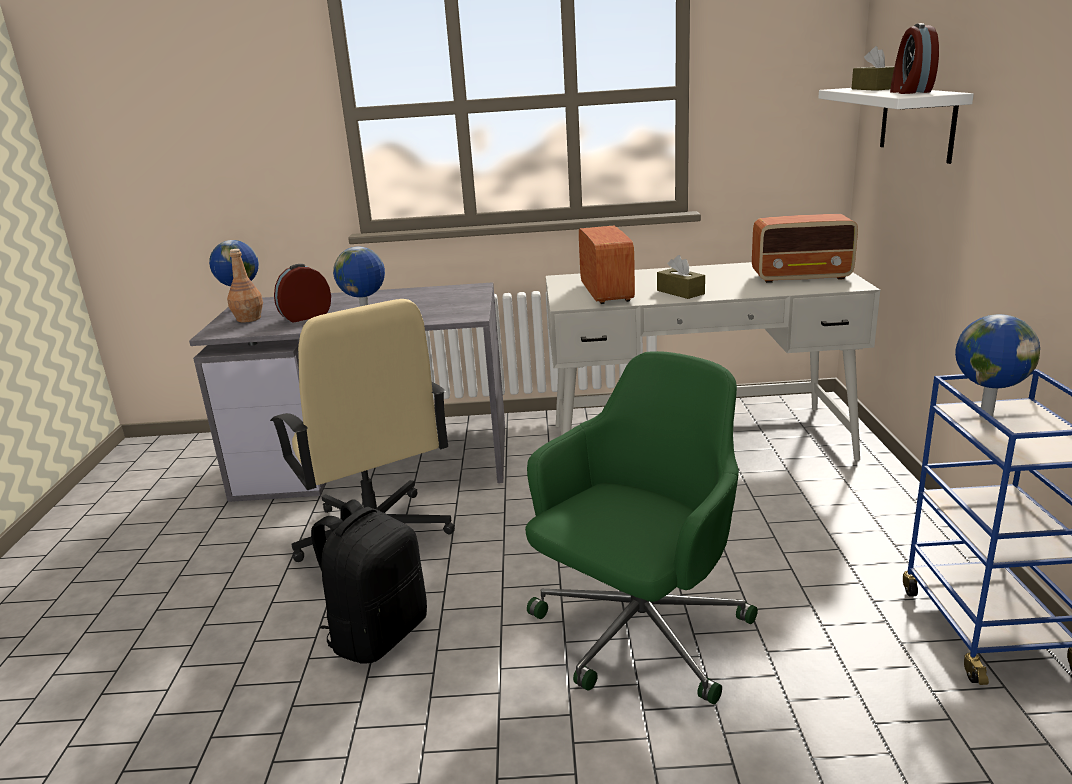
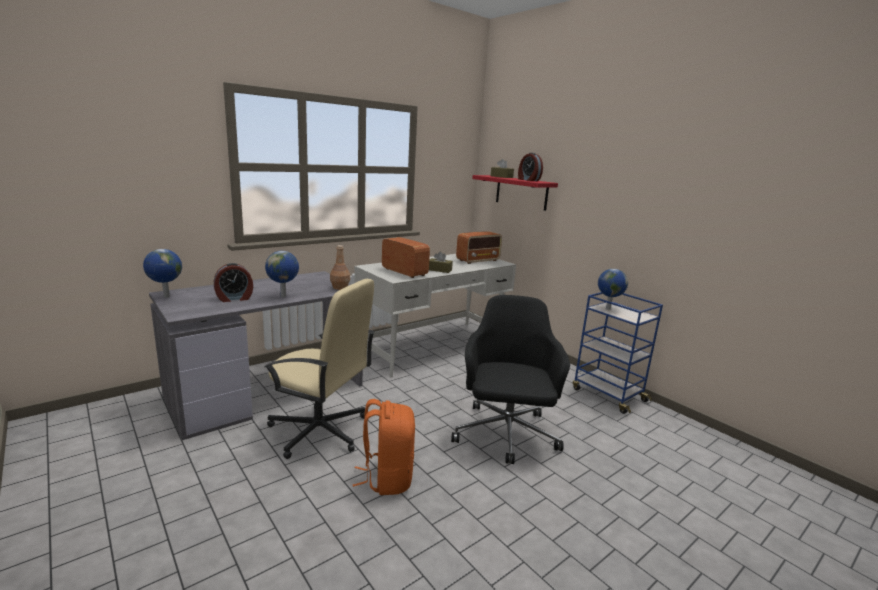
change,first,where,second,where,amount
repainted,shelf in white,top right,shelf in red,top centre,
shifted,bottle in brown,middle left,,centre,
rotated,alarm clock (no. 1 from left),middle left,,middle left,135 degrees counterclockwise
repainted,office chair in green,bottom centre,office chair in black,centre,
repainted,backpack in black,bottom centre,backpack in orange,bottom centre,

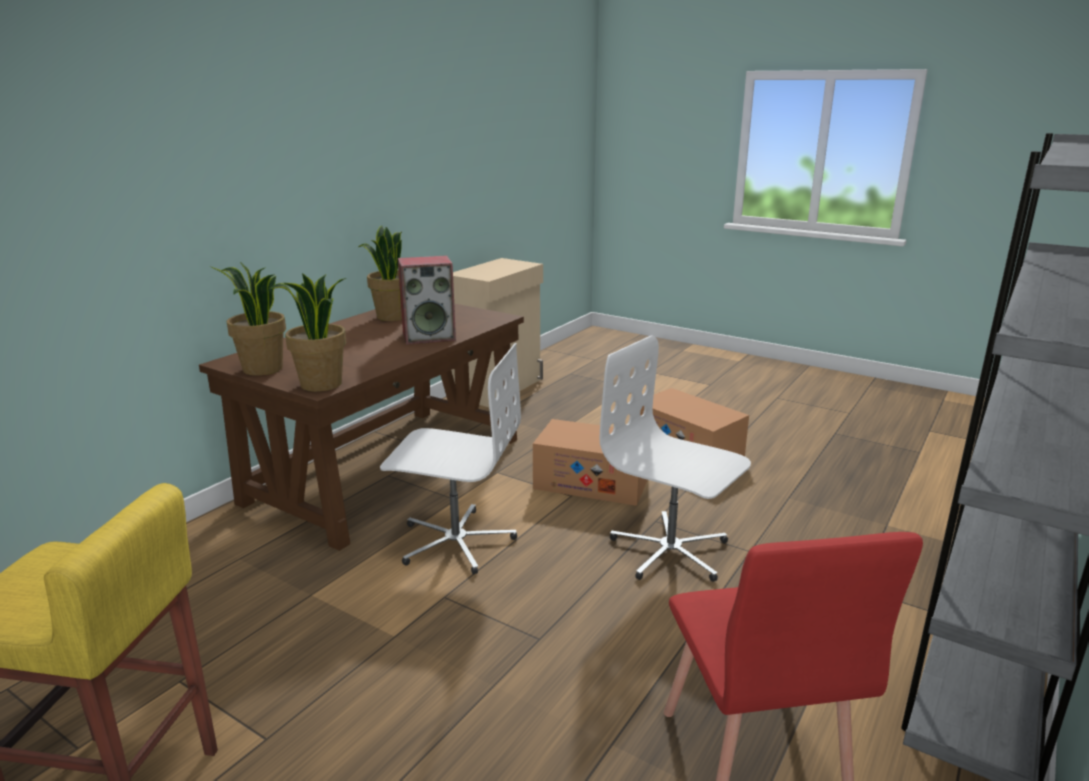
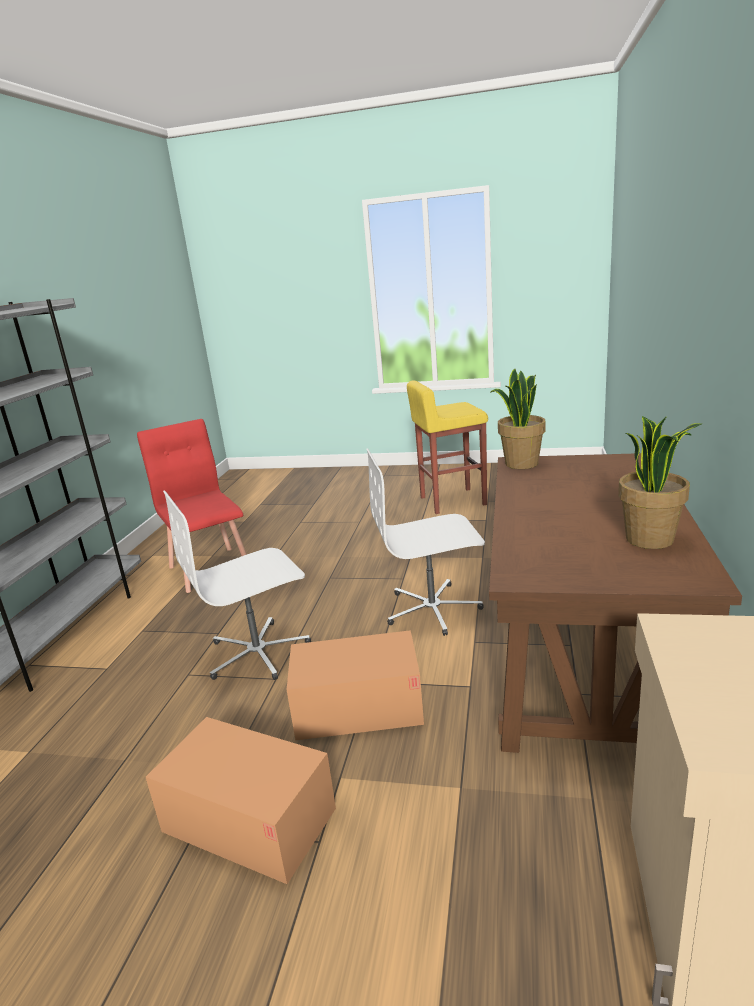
change,first,where,second,where,amount
gone,speaker,centre,,,
gone,potted plant (no. 1 from left),middle left,,,
rotated,office chair in white (no. 2 from left in the first image),centre,office chair in white (no. 1 from left),middle left,135 degrees clockwise

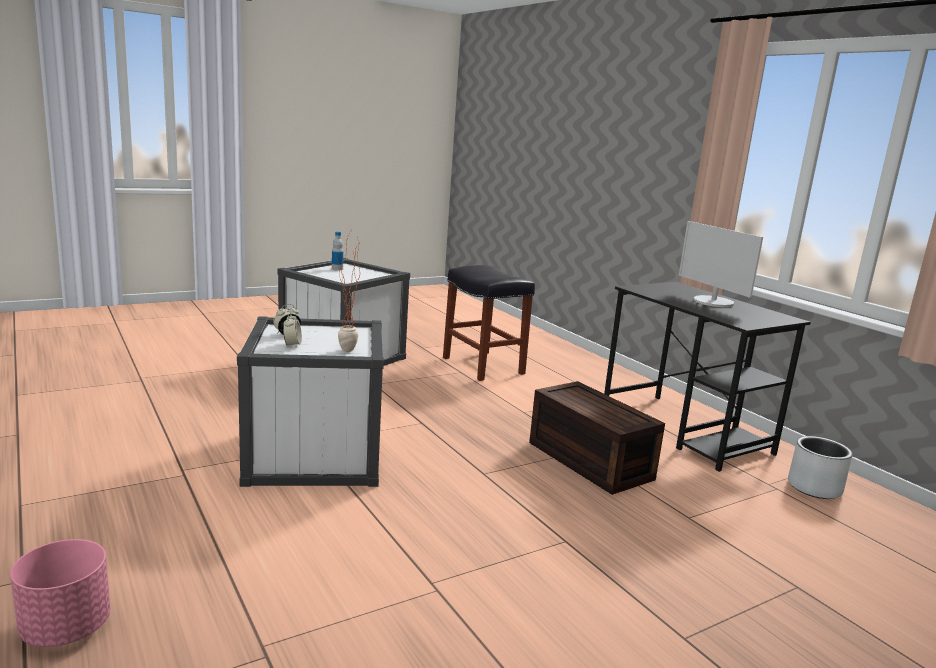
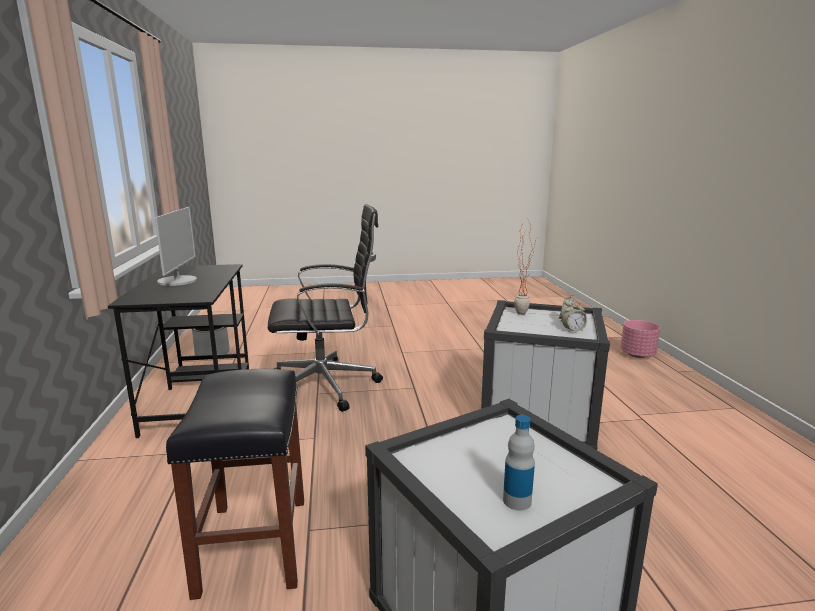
change,first,where,second,where,amount
swapped,storage box in brown,centre,office chair in black,centre,

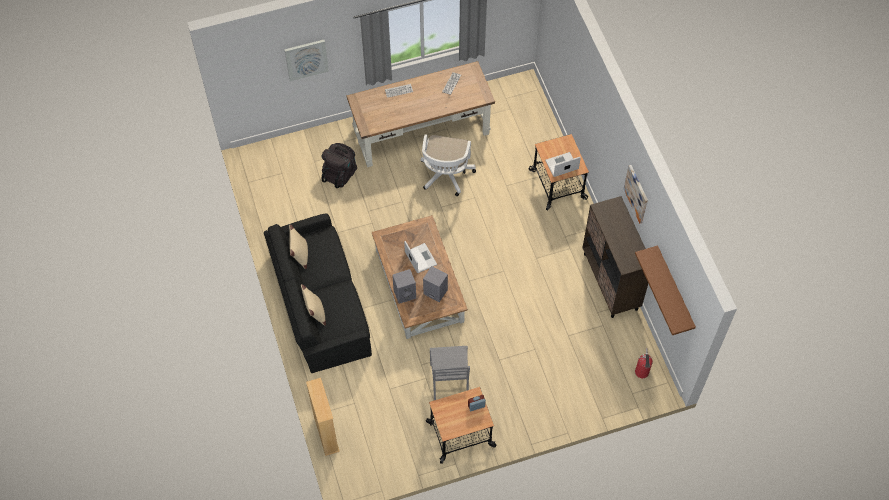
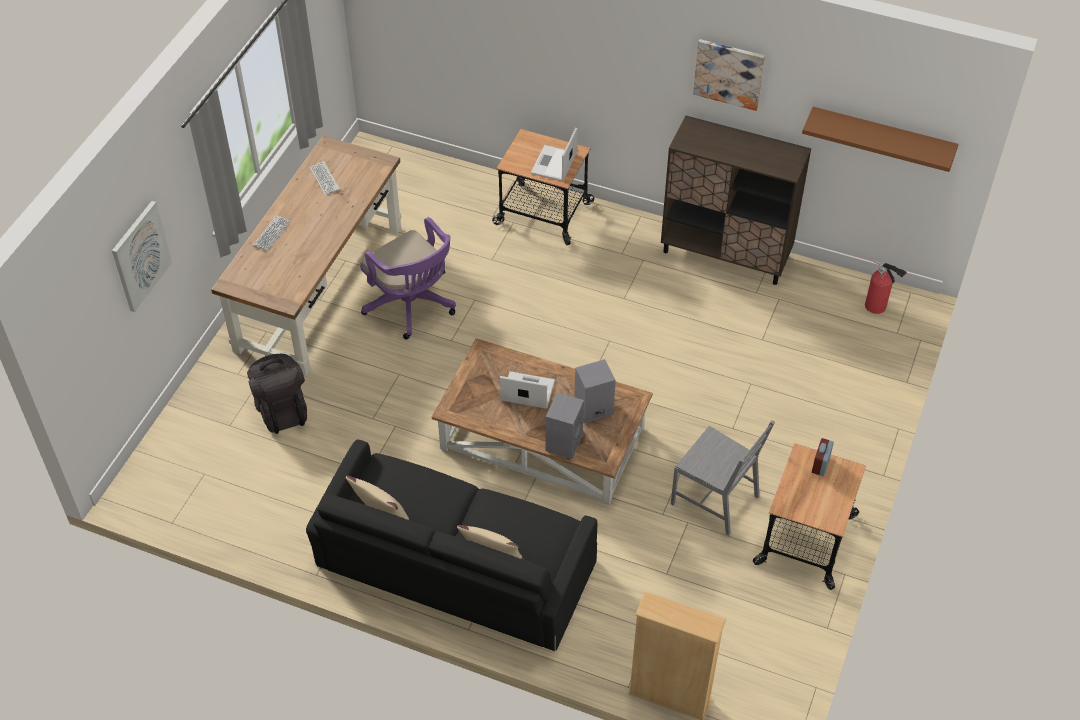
change,first,where,second,where,amount
repainted,office chair in white,top centre,office chair in purple,centre,

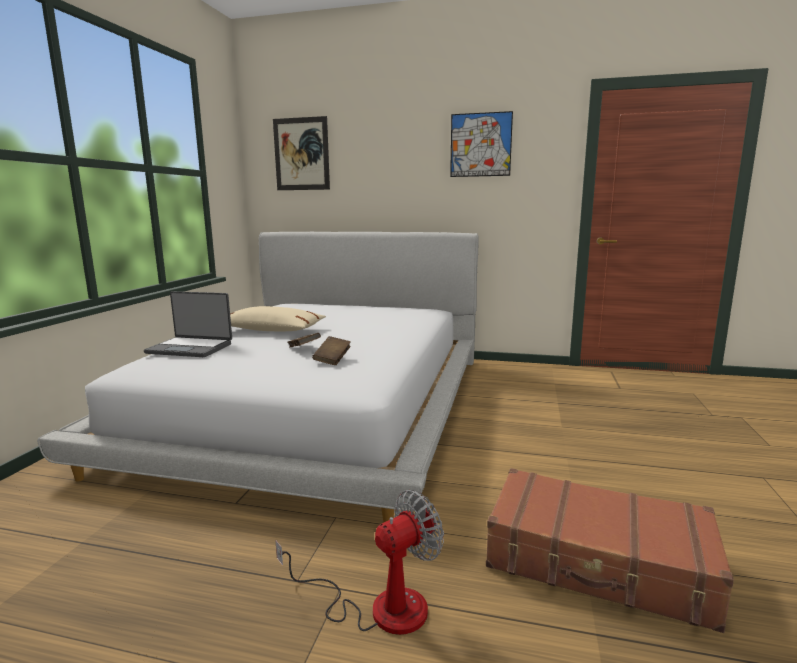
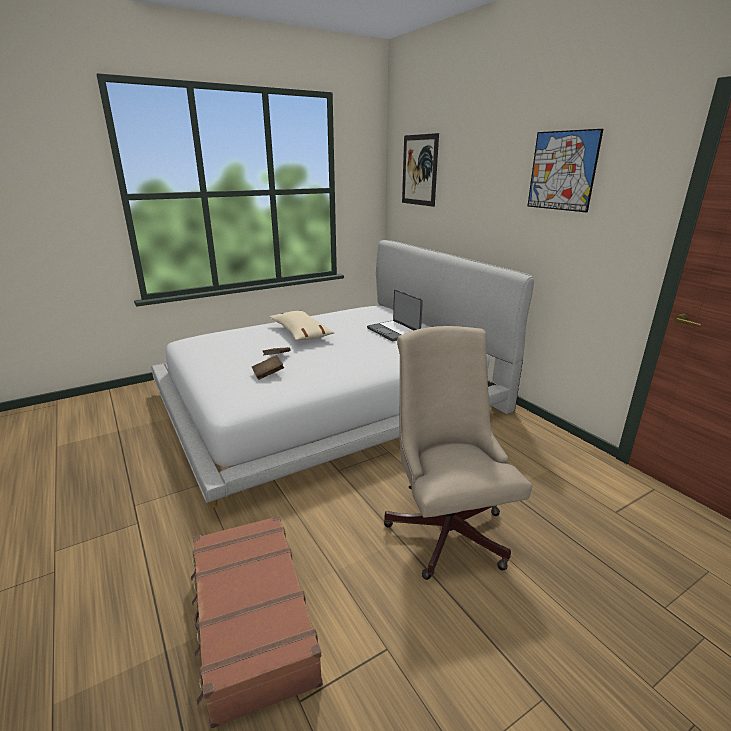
change,first,where,second,where,amount
shifted,laptop,middle left,,centre,
gone,fan,bottom centre,,,
new,,,office chair in beige,centre,

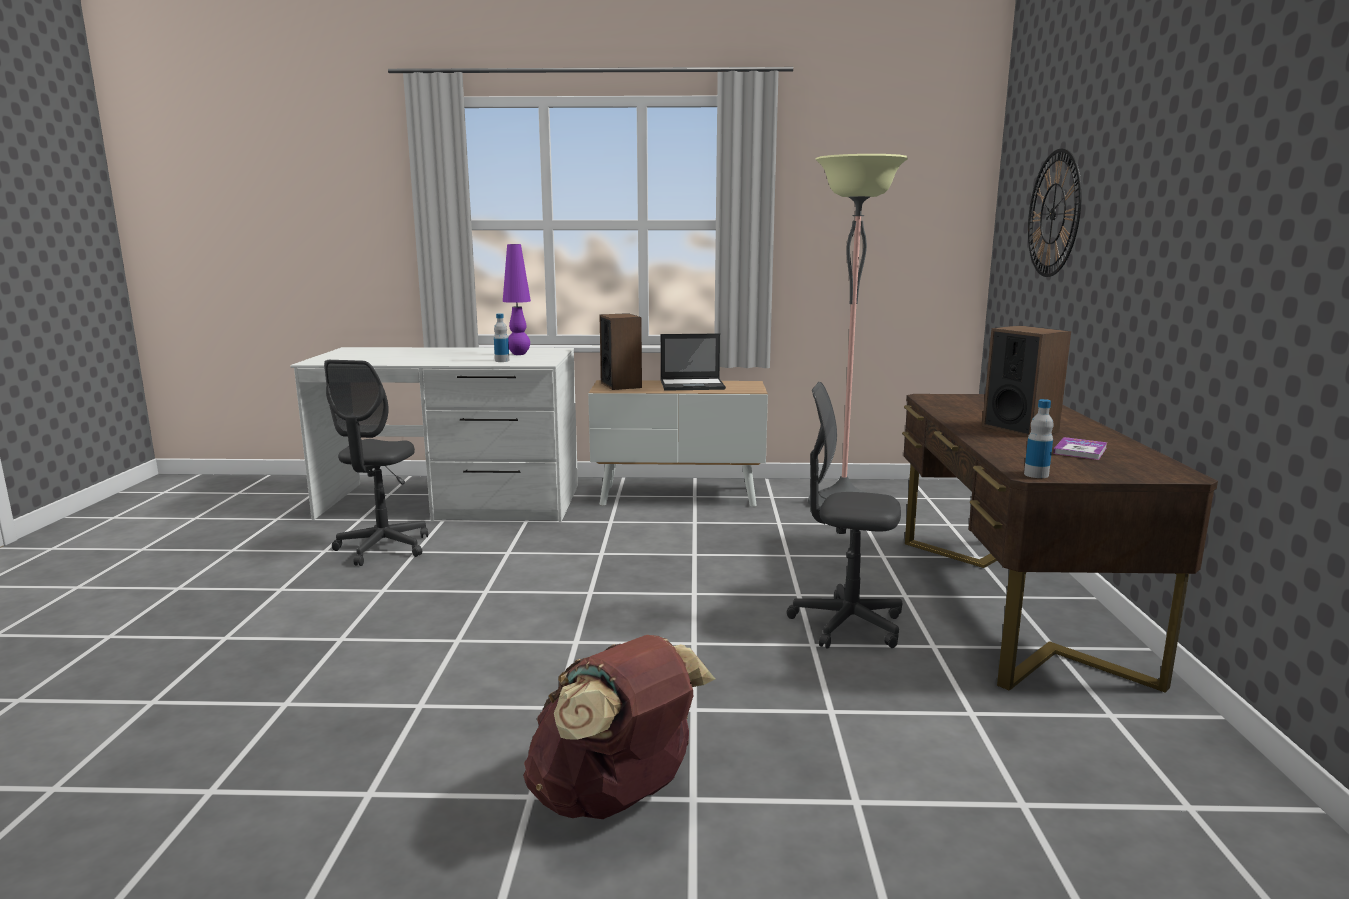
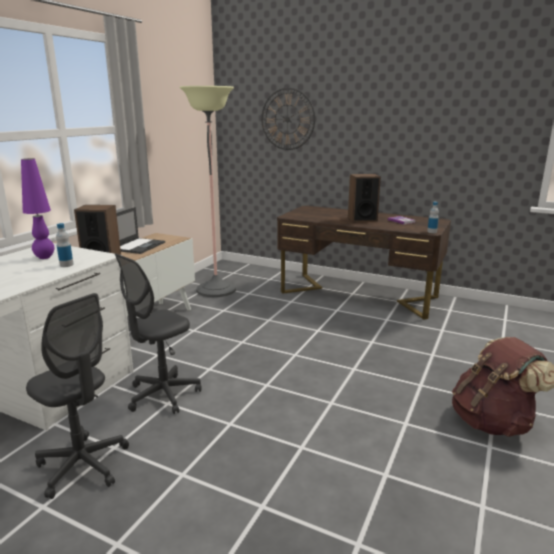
change,first,where,second,where,amount
shifted,office chair in grey (no. 2 from left),centre,,middle left,

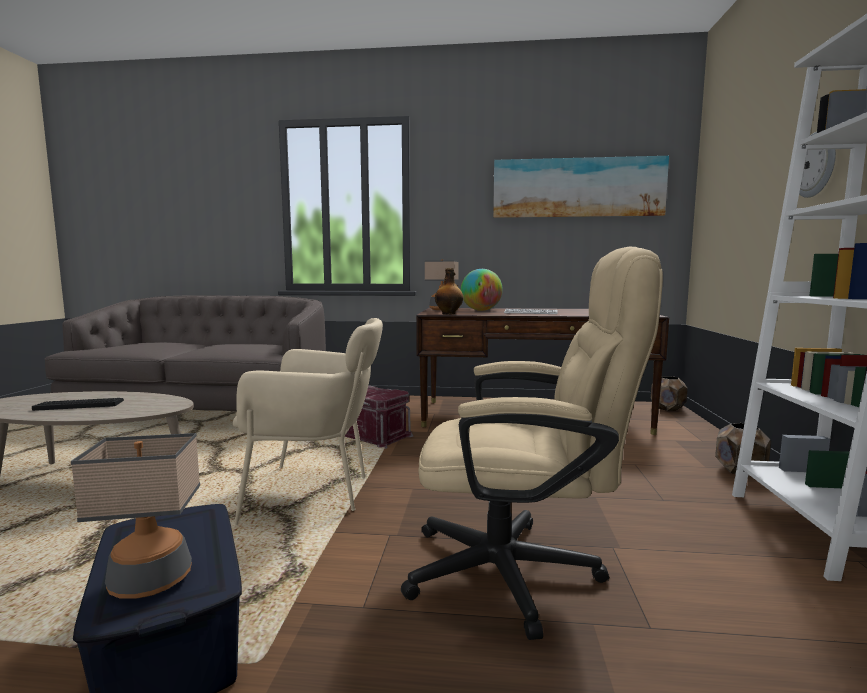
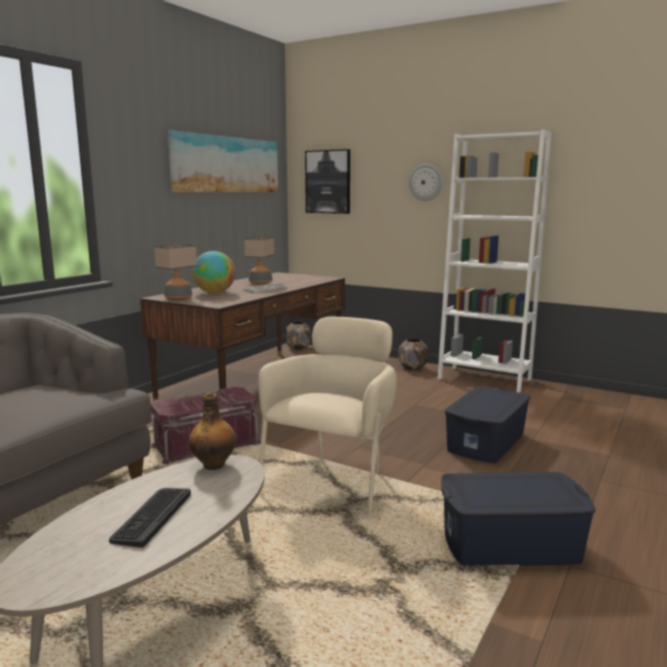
change,first,where,second,where,amount
swapped,office chair in beige,centre,storage box in blue (no. 1 from left),middle right,
shifted,bottle,centre,,middle left,
shifted,table lamp (no. 1 from left in the first image),bottom left,table lamp (no. 2 from left),centre,
new,,,picture (no. 2 from left),top centre,

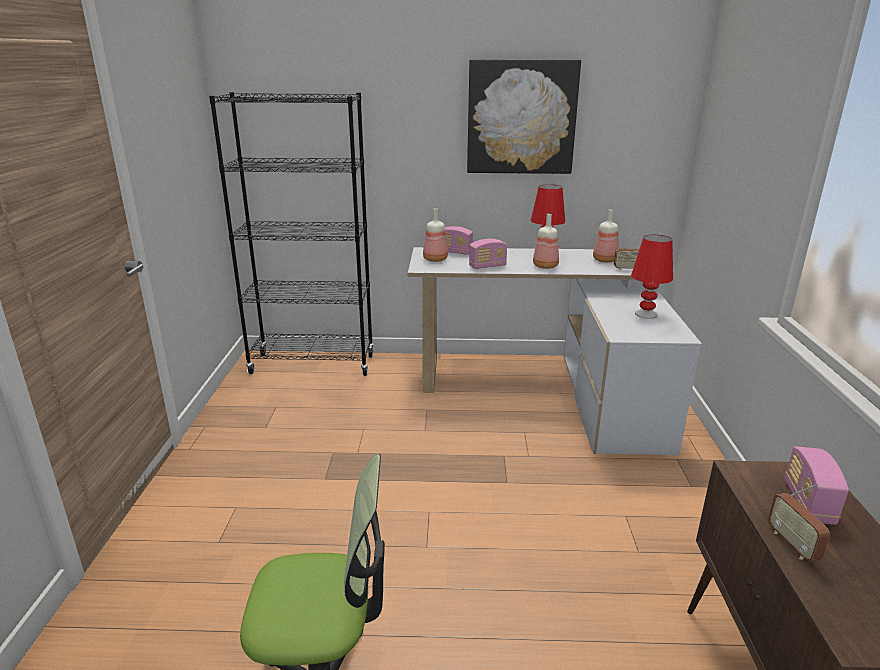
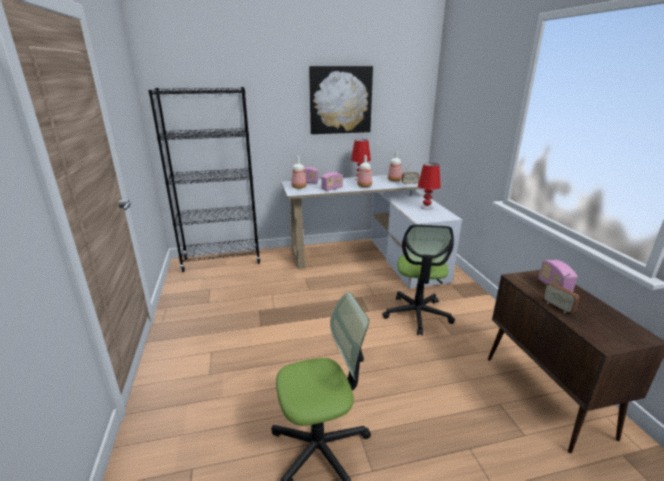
change,first,where,second,where,amount
new,,,office chair (no. 2 from left),centre,

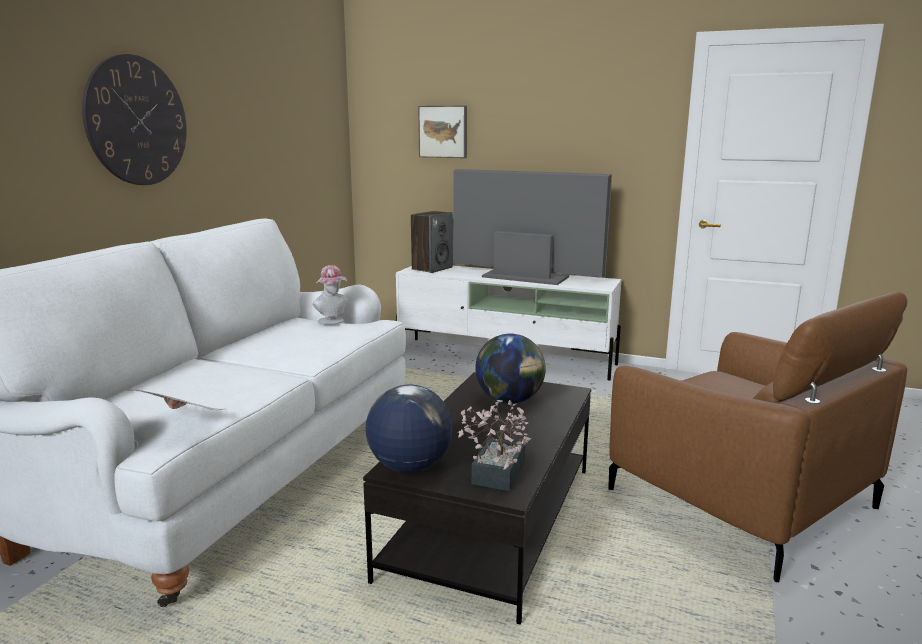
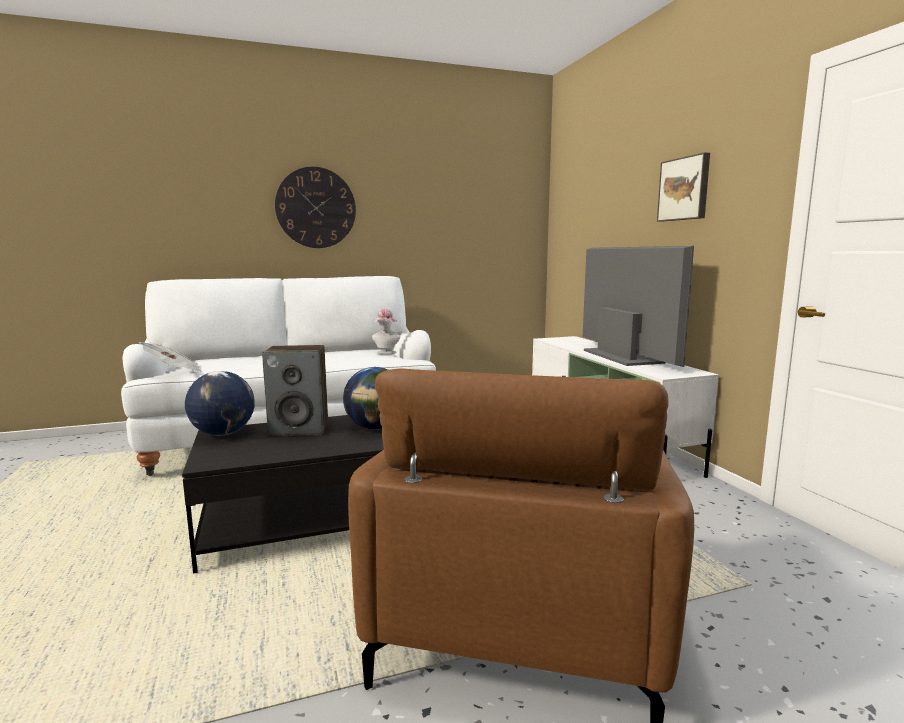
change,first,where,second,where,amount
shifted,picture,top centre,,top right,
shifted,speaker,centre,,middle left,
gone,potted plant,bottom centre,,,

